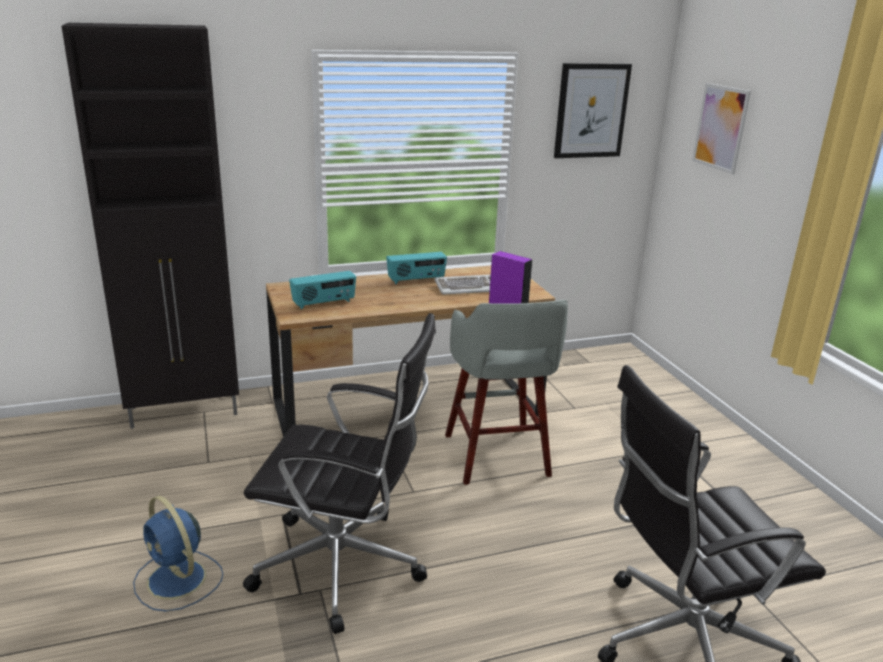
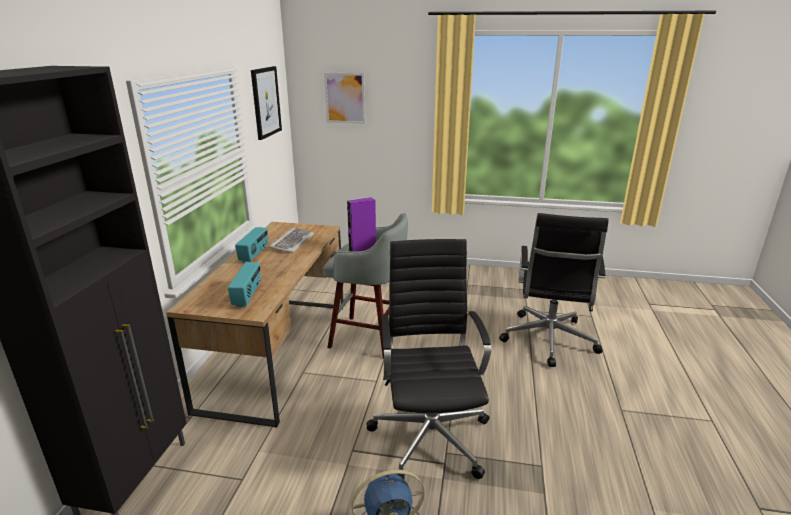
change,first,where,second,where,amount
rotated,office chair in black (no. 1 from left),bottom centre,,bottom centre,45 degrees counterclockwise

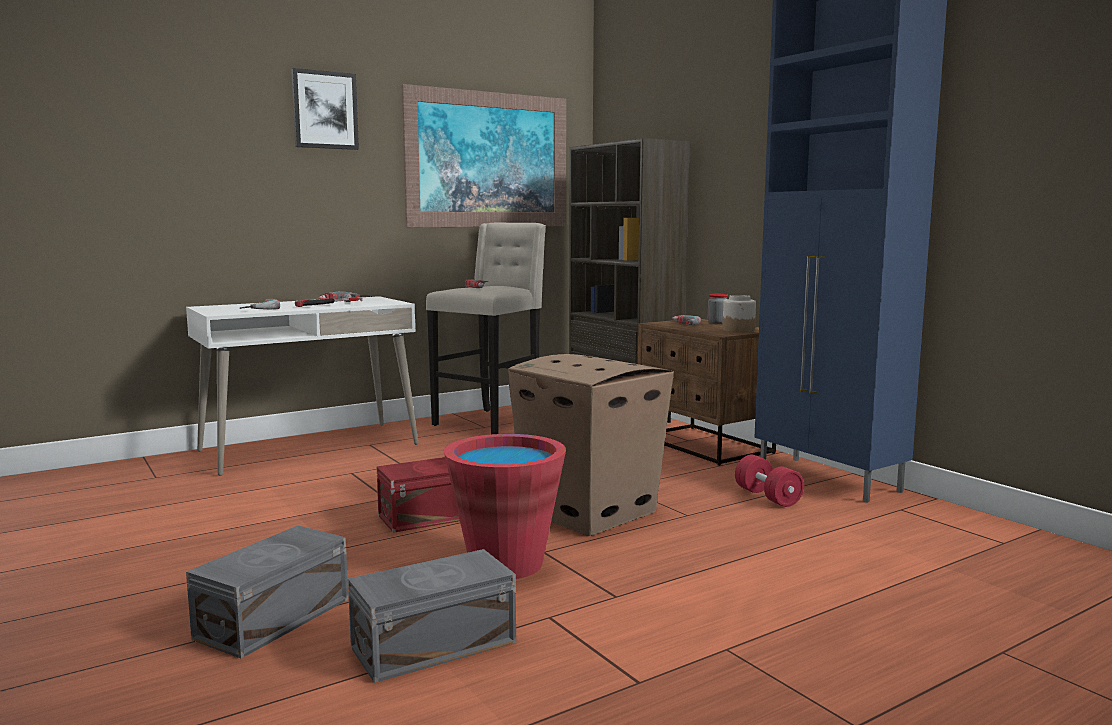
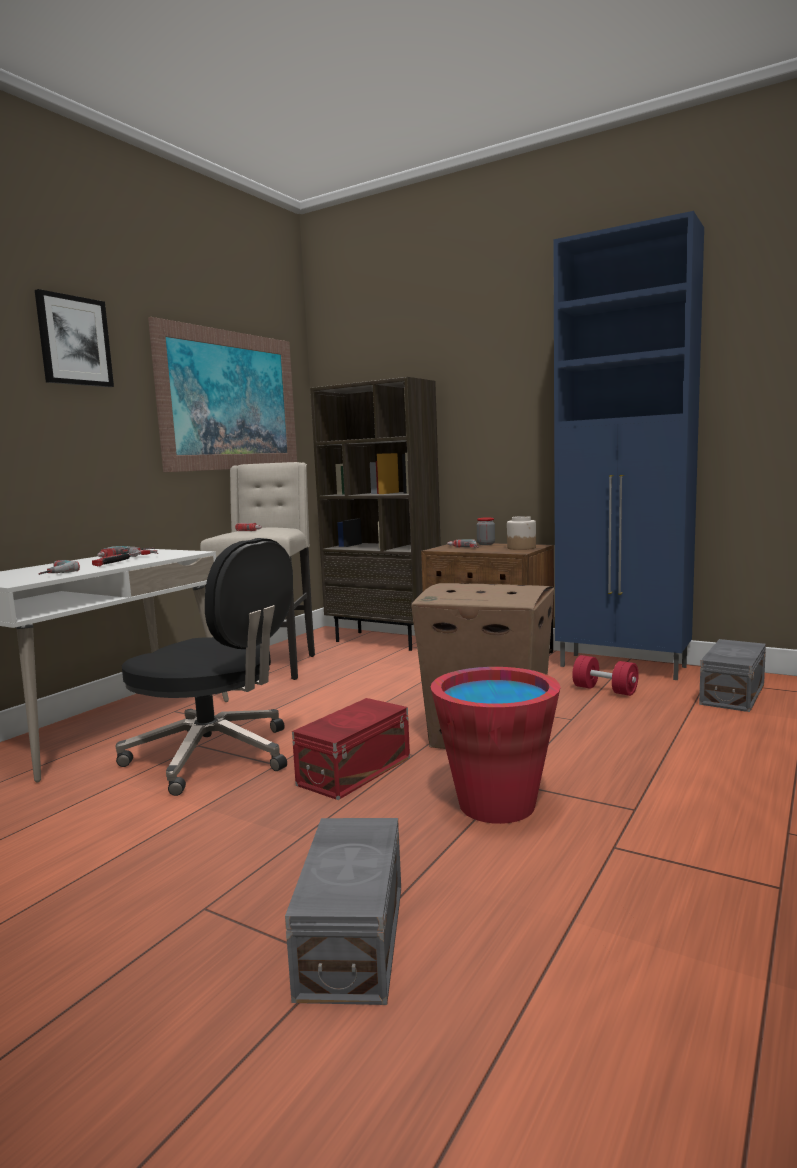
change,first,where,second,where,amount
shifted,storage box in grey (no. 2 from left),bottom centre,,middle right,
new,,,office chair in black,middle left,

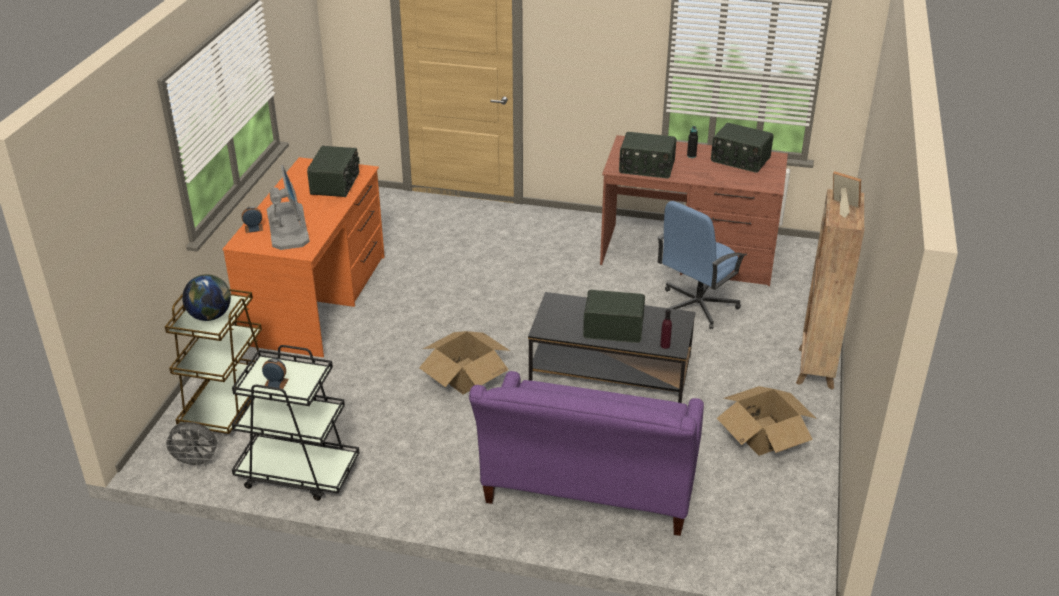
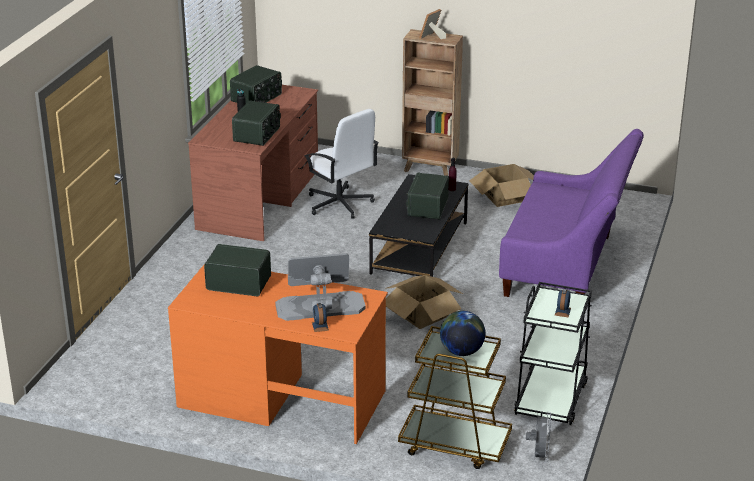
change,first,where,second,where,amount
repainted,office chair in blue,centre,office chair in white,centre,

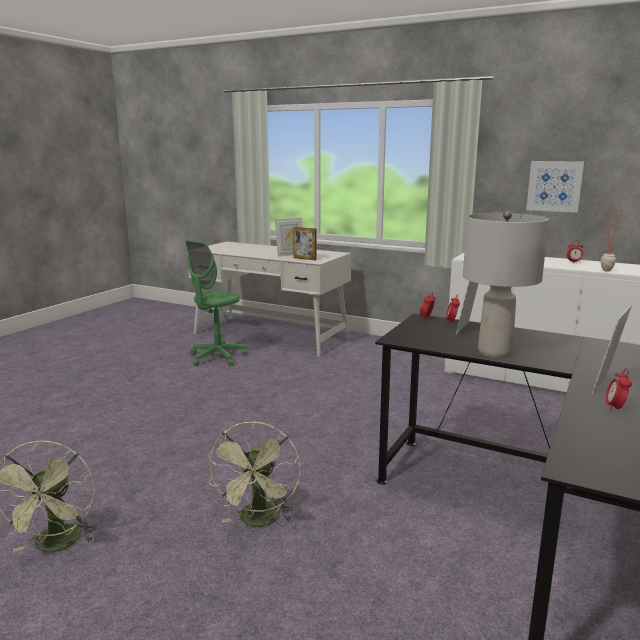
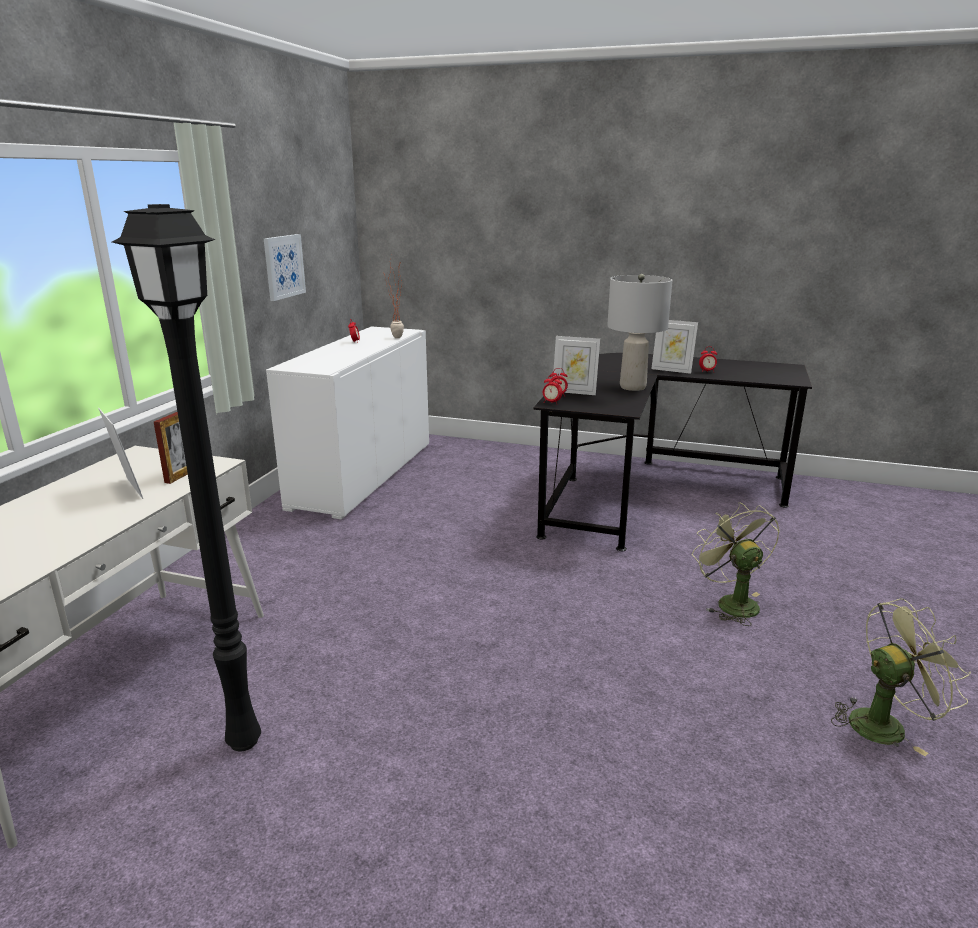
change,first,where,second,where,amount
swapped,office chair in green,centre,floor lamp in black,middle left,
rotated,fan in green (no. 2 from left in the first image),bottom centre,fan in green (no. 1 from left),middle right,105 degrees counterclockwise

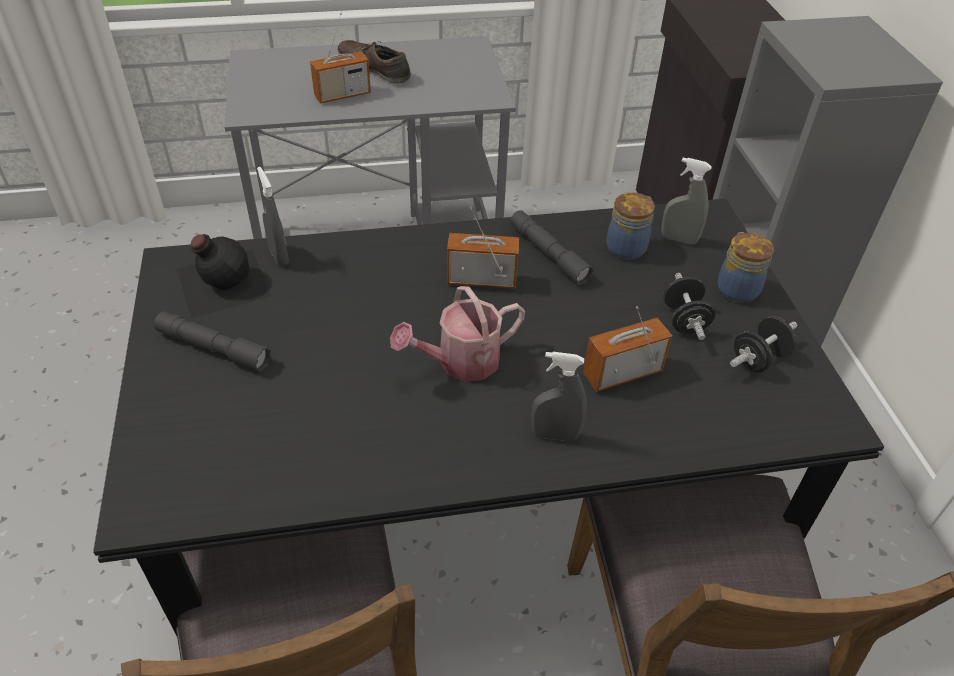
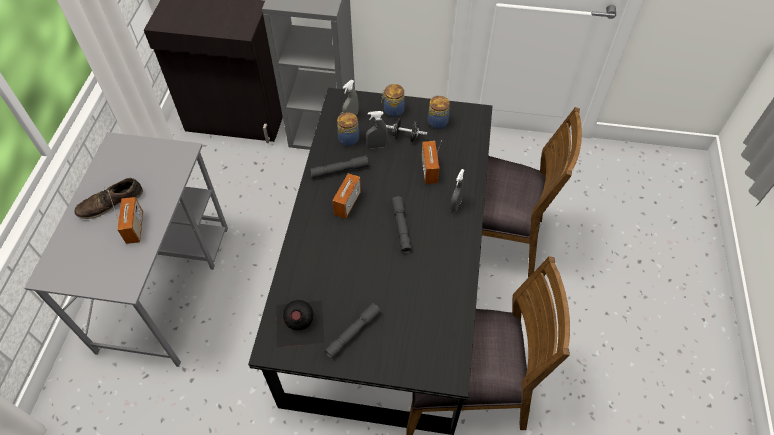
change,first,where,second,where,amount
shifted,spray bottle in grey (no. 1 from left in the first image),top left,spray bottle in grey (no. 2 from left),top centre,
swapped,watering can,centre,flashlight in grey (no. 3 from left),centre,
swapped,dumbbell in black (no. 2 from left),middle right,jar (no. 3 from left),top centre,

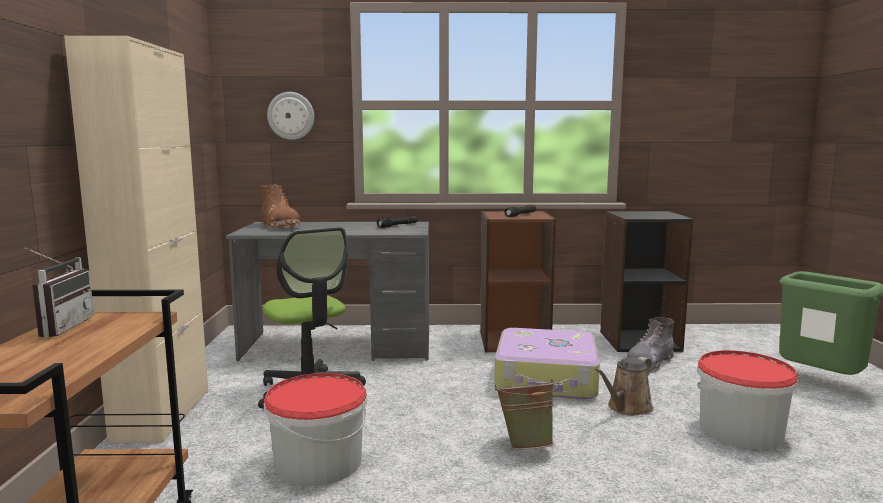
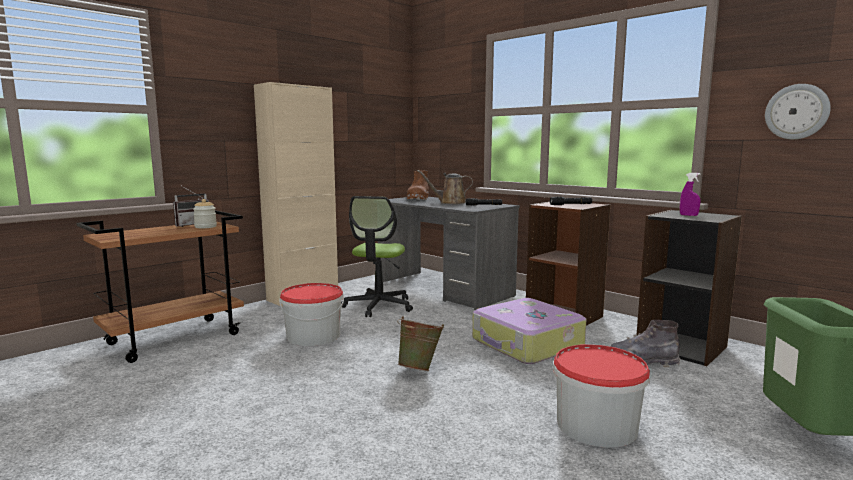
change,first,where,second,where,amount
shifted,wall clock,top left,,top right,
shifted,watering can in brown,bottom right,,centre,
new,,,spray bottle in purple,middle right,
new,,,jar,middle left,

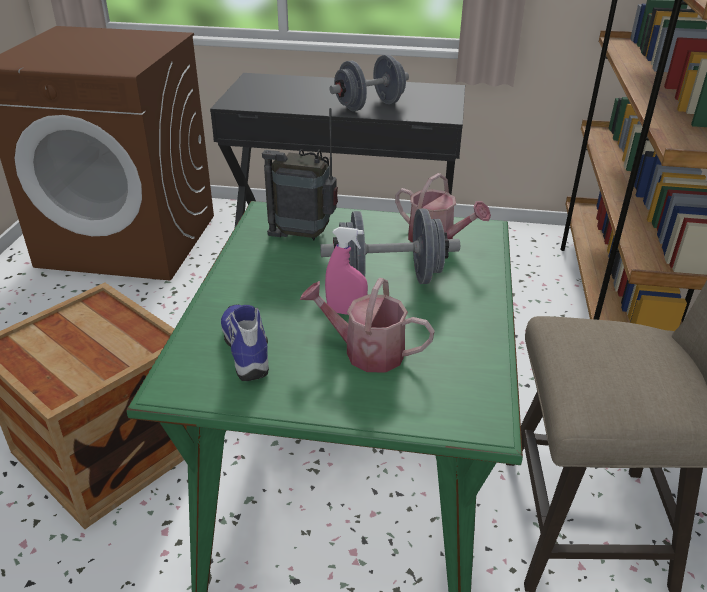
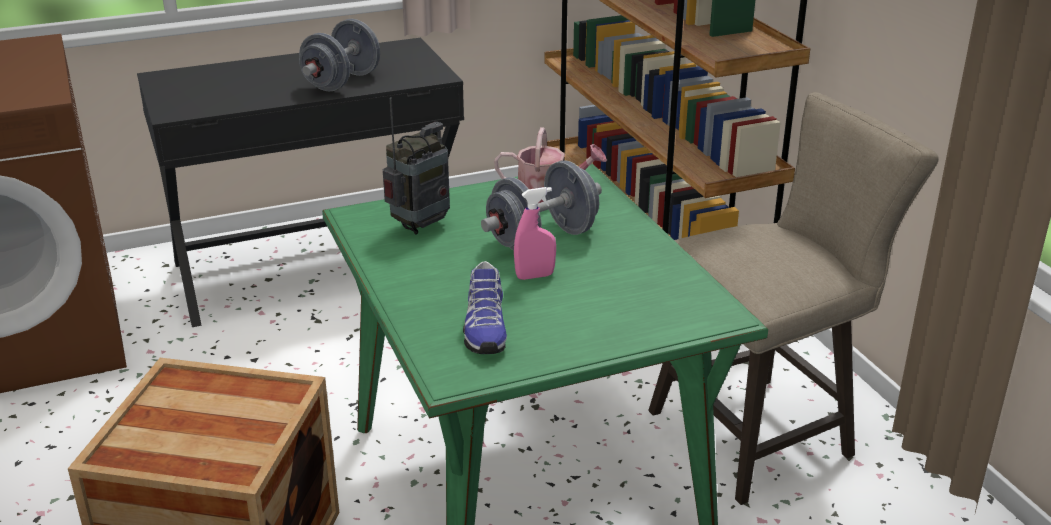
change,first,where,second,where,amount
rotated,radio,top centre,,top centre,150 degrees clockwise
gone,watering can (no. 1 from left),centre,,,
rotated,shoe,centre,,centre,135 degrees counterclockwise

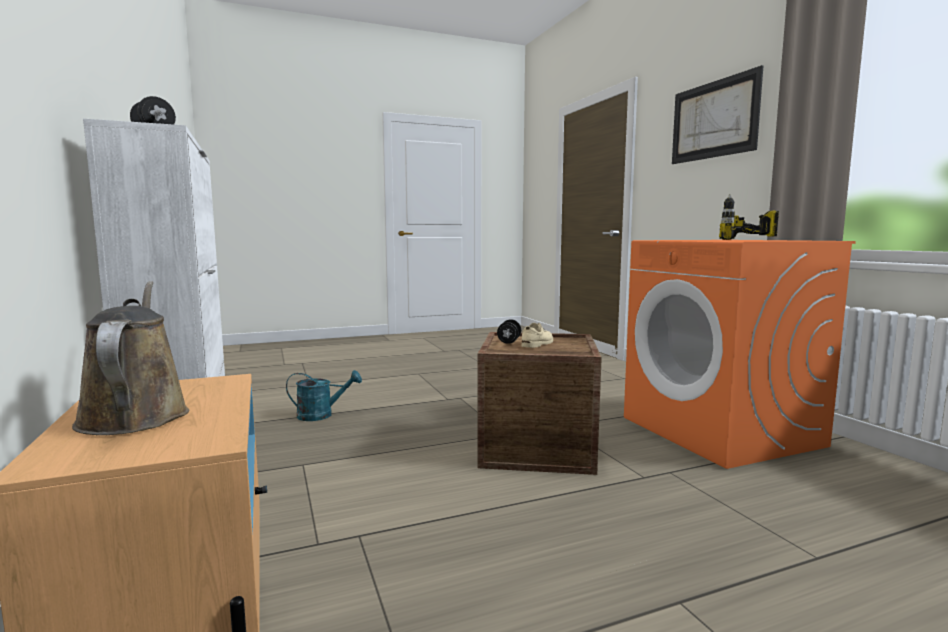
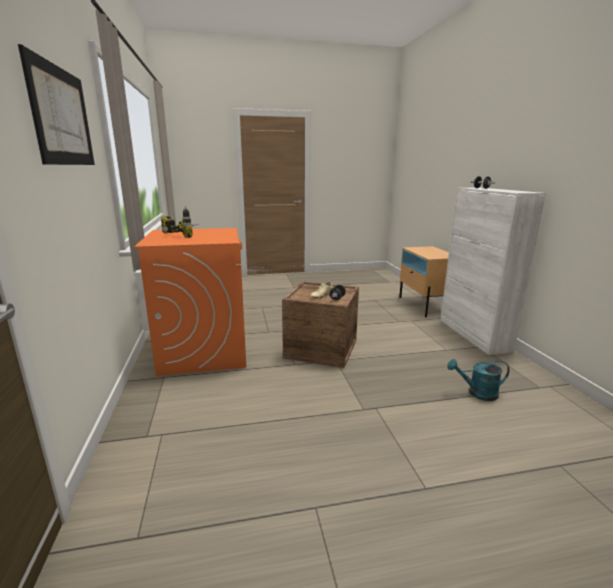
change,first,where,second,where,amount
gone,watering can in brown,middle left,,,

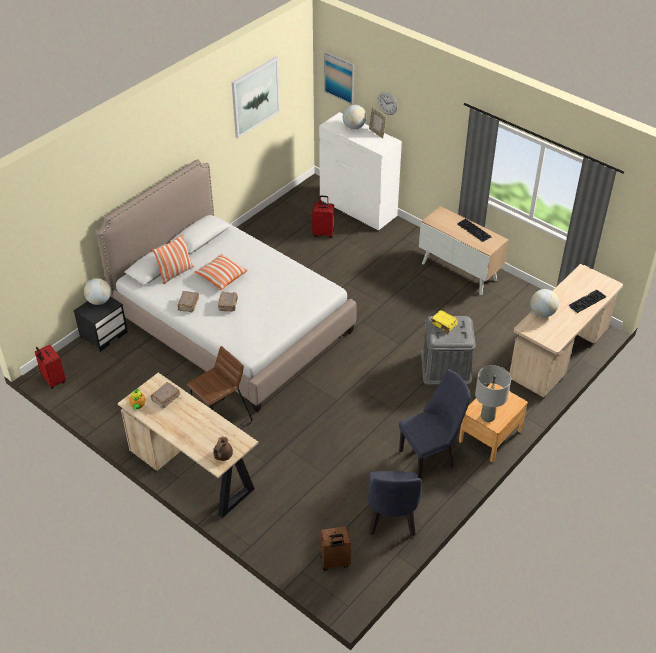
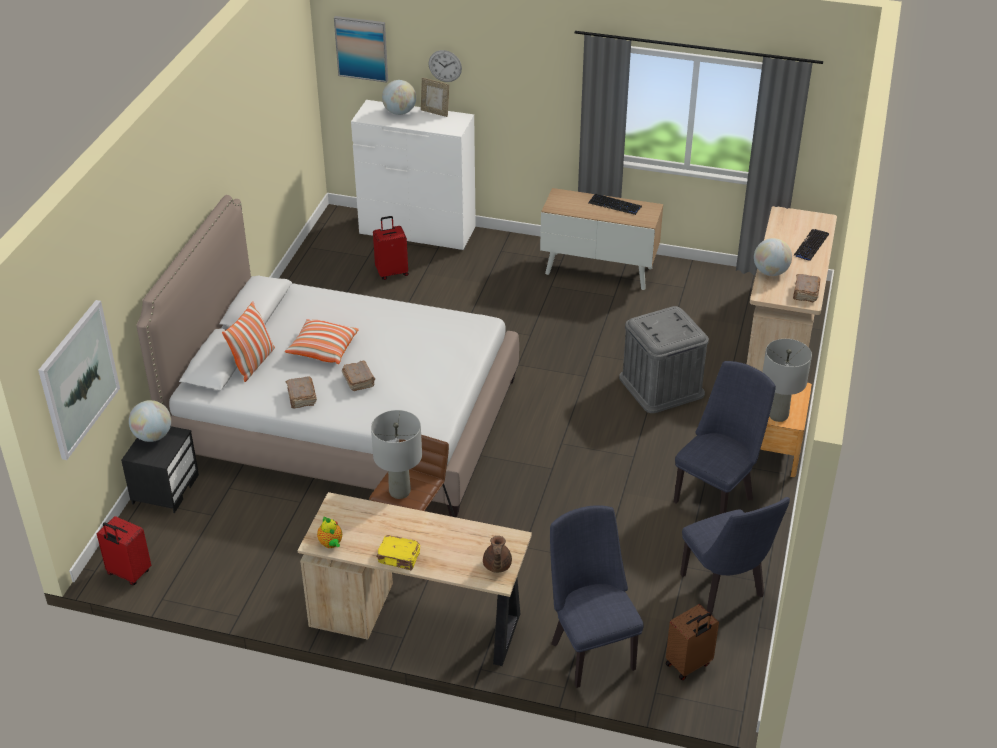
change,first,where,second,where,amount
shifted,picture (no. 1 from left),top centre,,middle left,
shifted,book in yellow,middle right,,bottom centre,
shifted,book in brown (no. 1 from left in the first image),middle left,book in brown (no. 3 from left),middle right,
new,,,table lamp in grey (no. 1 from left),centre,
new,,,chair in blue (no. 1 from left),bottom centre,

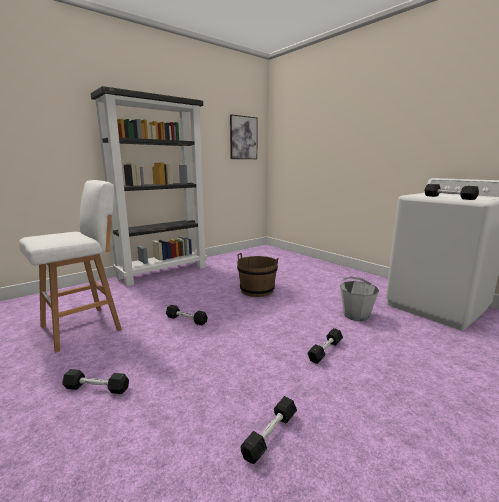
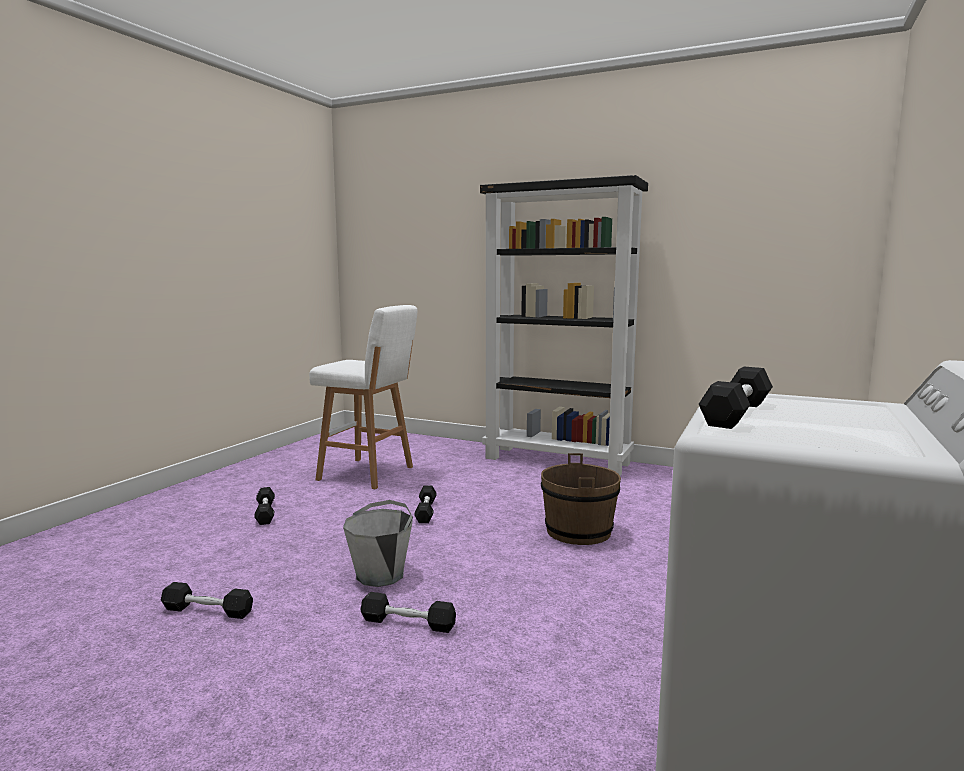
change,first,where,second,where,amount
gone,picture,top centre,,,
shifted,bucket in grey,middle right,,bottom centre,

